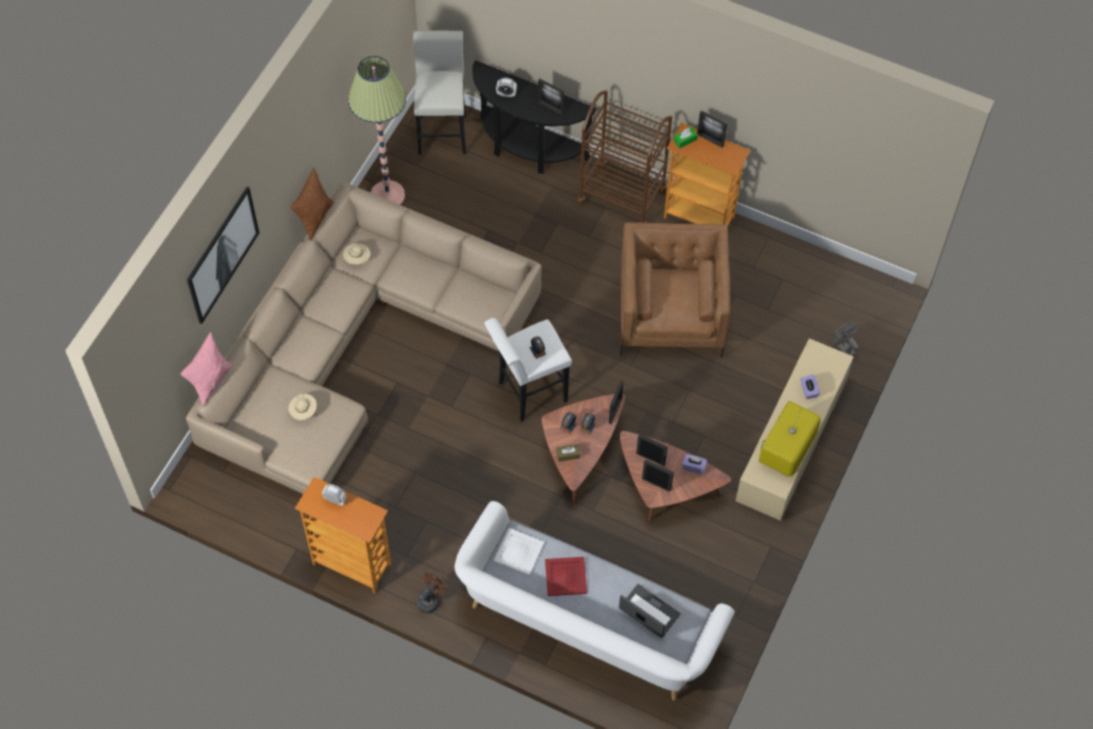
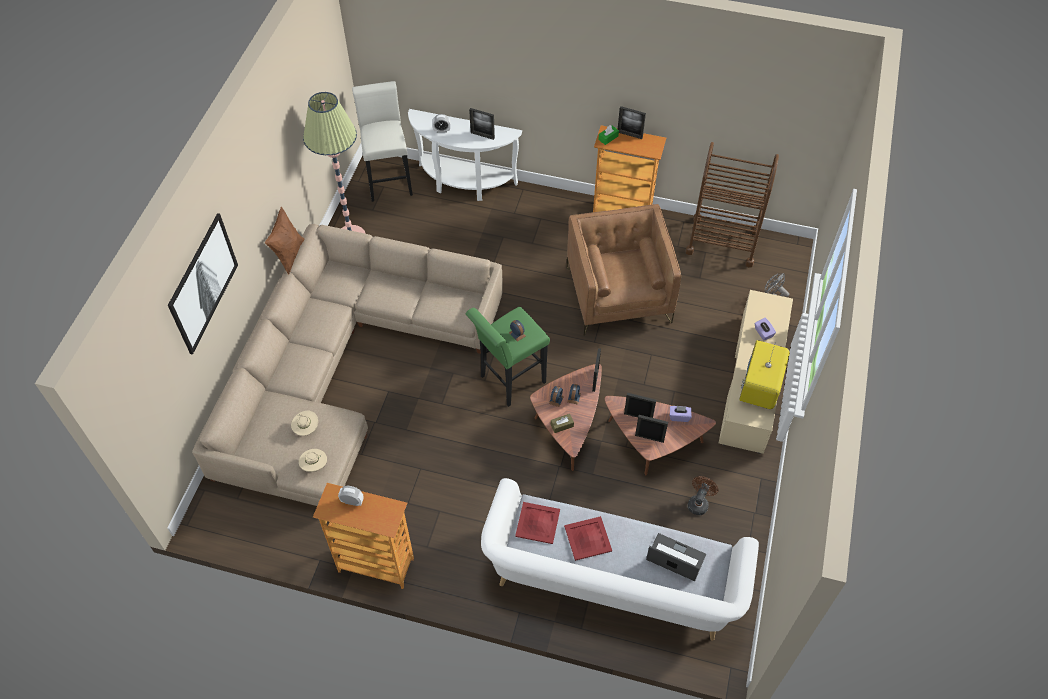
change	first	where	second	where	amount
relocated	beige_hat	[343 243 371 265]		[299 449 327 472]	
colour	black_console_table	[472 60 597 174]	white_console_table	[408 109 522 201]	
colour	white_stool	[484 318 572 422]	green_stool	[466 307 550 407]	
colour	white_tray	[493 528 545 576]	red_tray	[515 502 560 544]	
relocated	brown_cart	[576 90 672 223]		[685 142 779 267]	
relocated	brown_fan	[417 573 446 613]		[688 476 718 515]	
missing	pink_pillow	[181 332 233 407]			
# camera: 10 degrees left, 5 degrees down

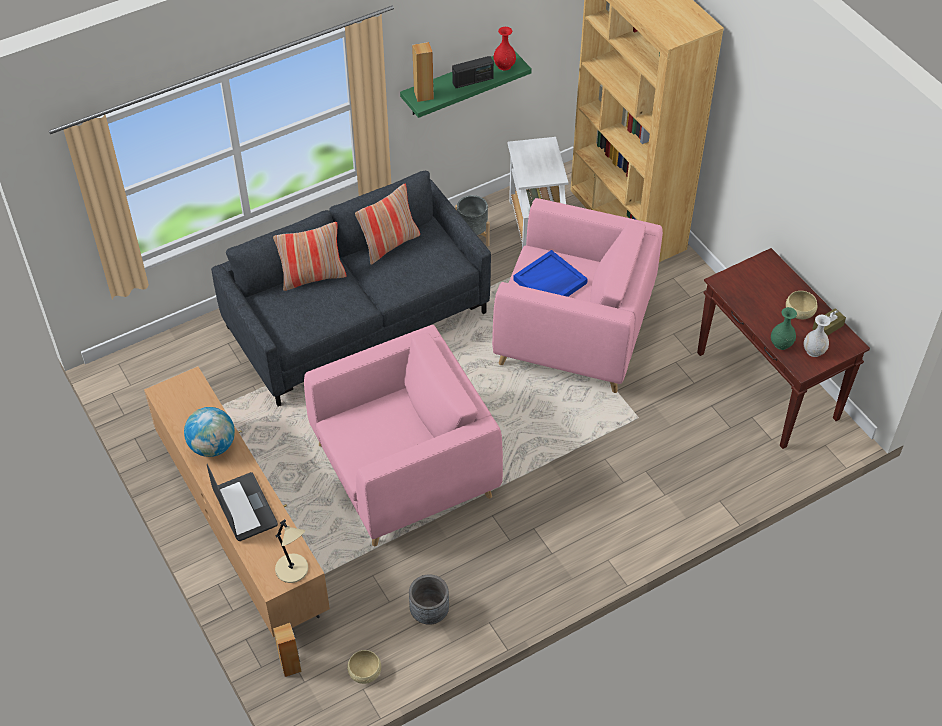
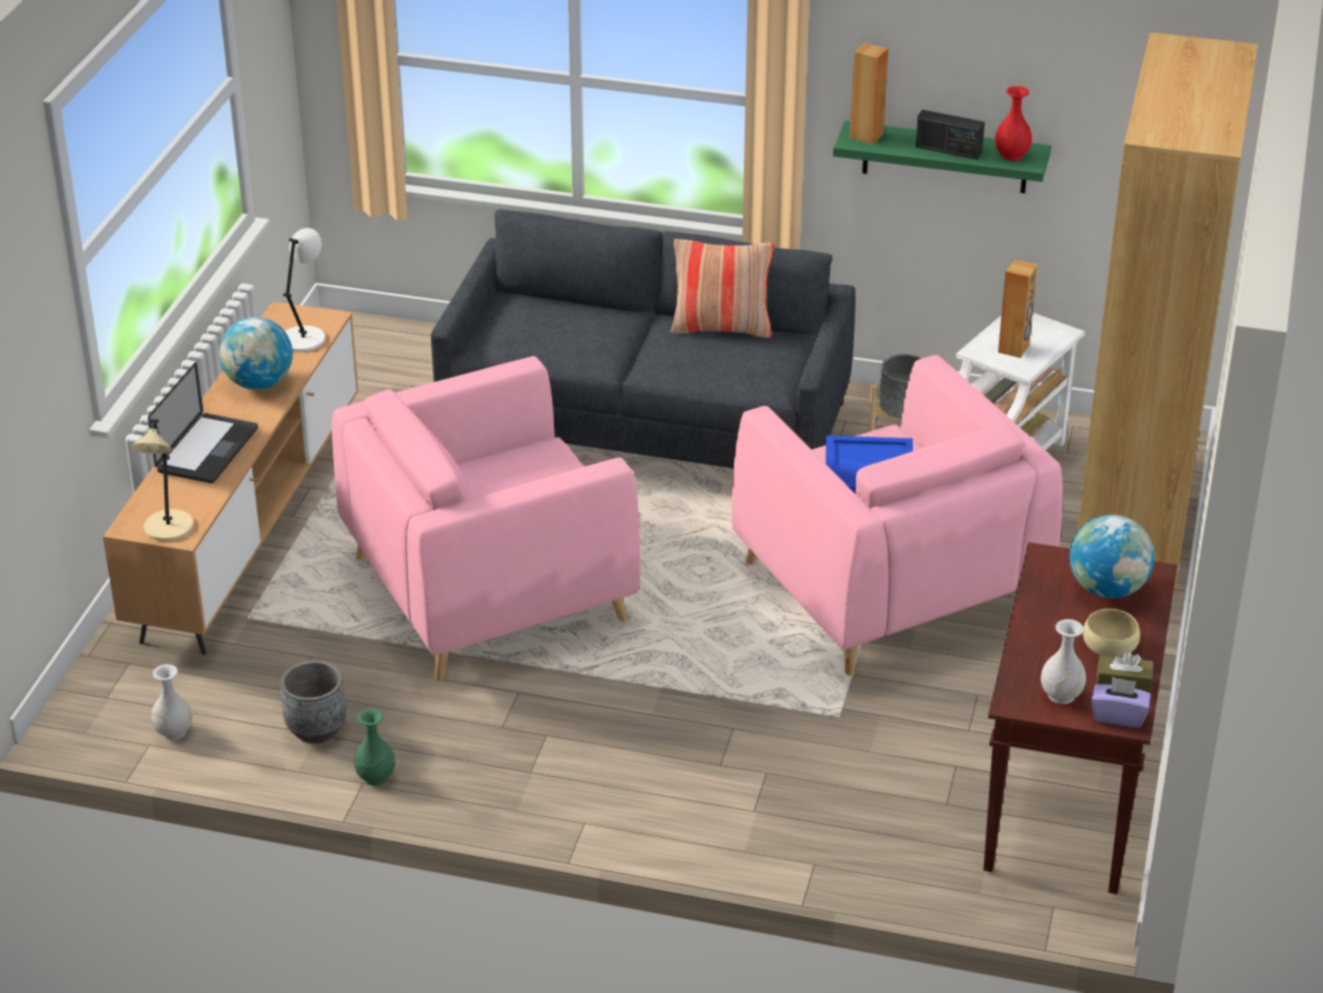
change	first	where	second	where	amount
exchanged	beige_bowl	[347 650 381 684]	white_vase	[151 664 192 740]	
appeared			white_table_lamp	[283 228 325 352]	
spun	pink_armchair	[304 325 503 546]		[332 356 640 681]	135 degrees clockwise
relocated	green_vase	[771 307 797 350]		[354 709 395 786]	
relocated	brown_speaker	[273 623 302 677]		[998 260 1038 358]	
appeared			globe	[1070 515 1155 598]	
appeared			purple_tissue_box	[1091 677 1151 728]	
missing	pillow	[273 222 346 291]			
# camera: 45 degrees right, 15 degrees down

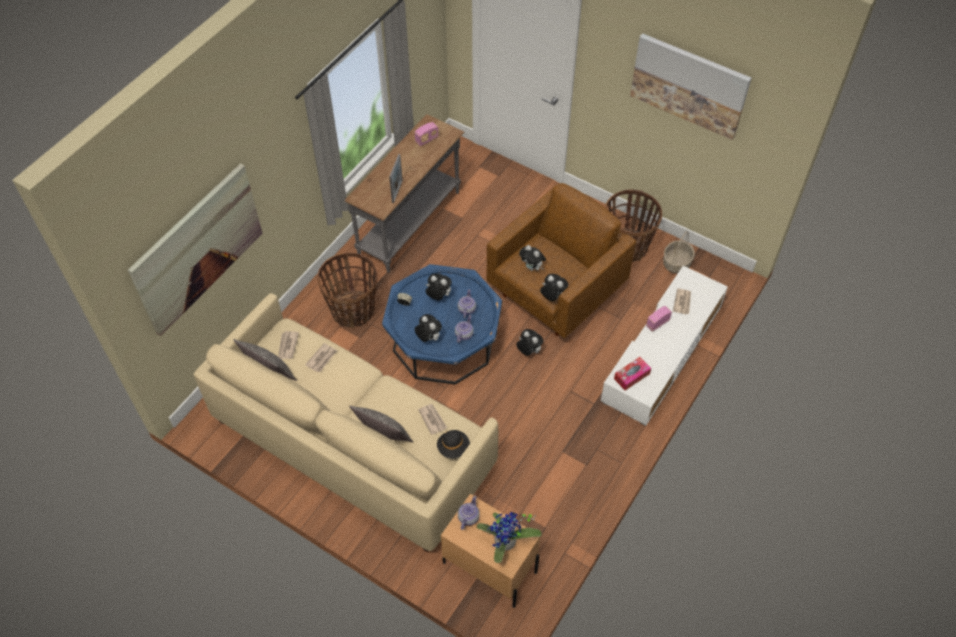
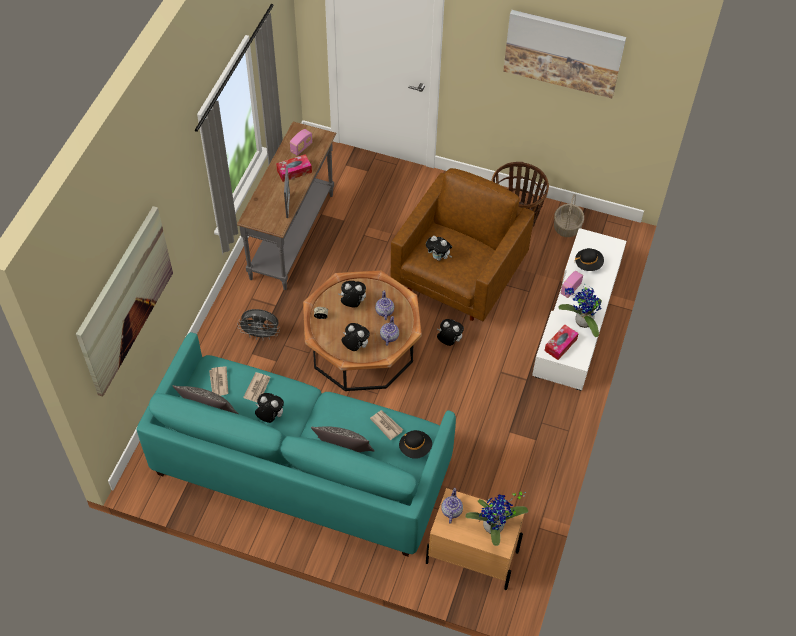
change	first	where	second	where	amount
colour	beige_sofa	[193 293 498 552]	turquoise_sofa	[137 332 456 557]	
exchanged	basket	[317 253 377 328]	grey_fan	[237 309 280 340]	
relocated	plush_toy	[540 274 568 301]		[255 393 284 423]	
appeared			tissue_box	[276 154 312 182]	
colour	blue_coffee_table	[382 264 502 385]	brown_coffee_table	[303 270 422 391]	
appeared			potted_plant	[558 284 602 337]	
exchanged	newspaper	[673 288 691 315]	black_hat	[574 248 604 271]	
# camera: 15 degrees left, 0 degrees up

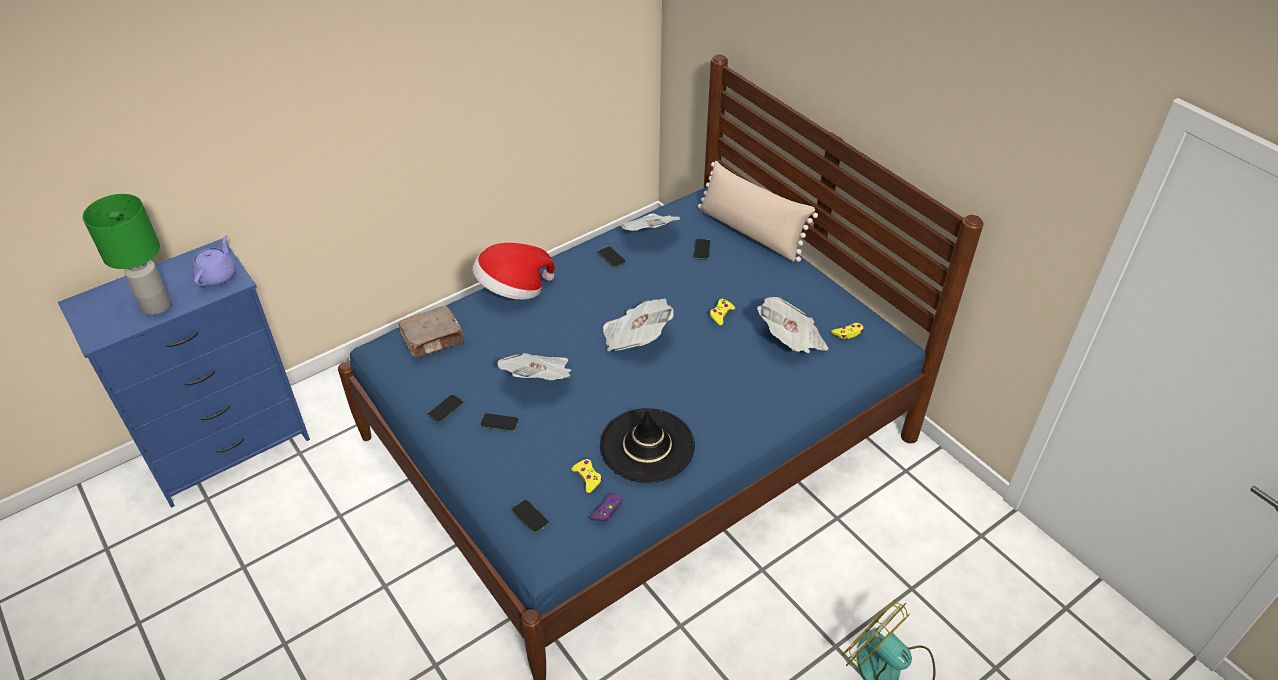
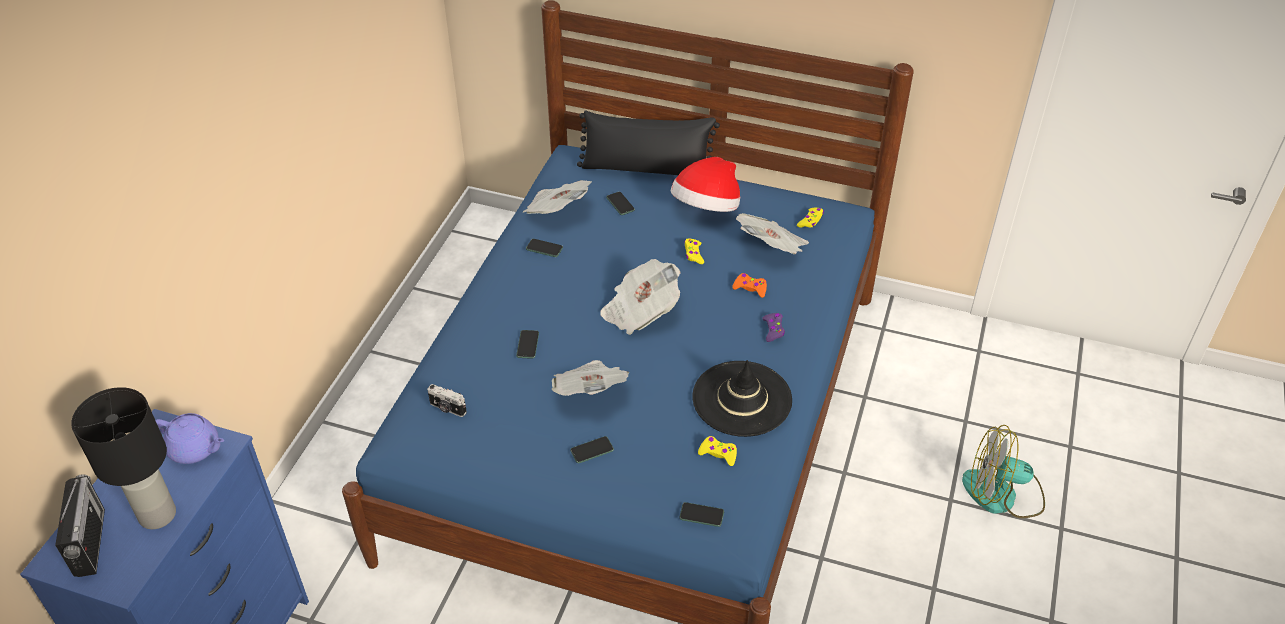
change	first	where	second	where	amount
appeared			radio	[55 474 105 577]	
colour	green_table_lamp	[83 194 171 315]	black_table_lamp	[71 387 176 529]	
spun	purple_teapot	[192 235 236 287]		[155 413 224 464]	135 degrees clockwise
exchanged	brown_book	[398 306 464 358]	photo_camera	[427 384 467 417]	
relocated	phone	[427 394 464 423]		[516 330 539 359]	
colour	beige_pillow	[698 161 818 262]	black_pillow	[577 111 720 175]	
relocated	hat	[472 243 555 300]		[671 157 740 212]	
appeared			orange_game_controller	[732 273 767 298]	
relocated	purple_game_controller	[589 493 622 522]		[762 313 785 342]	
# camera: 35 degrees left, 0 degrees up

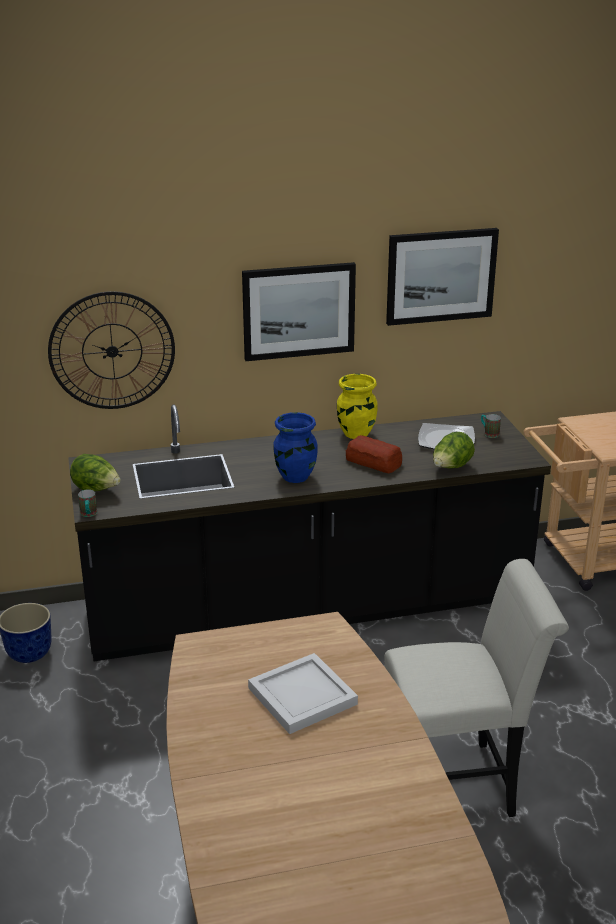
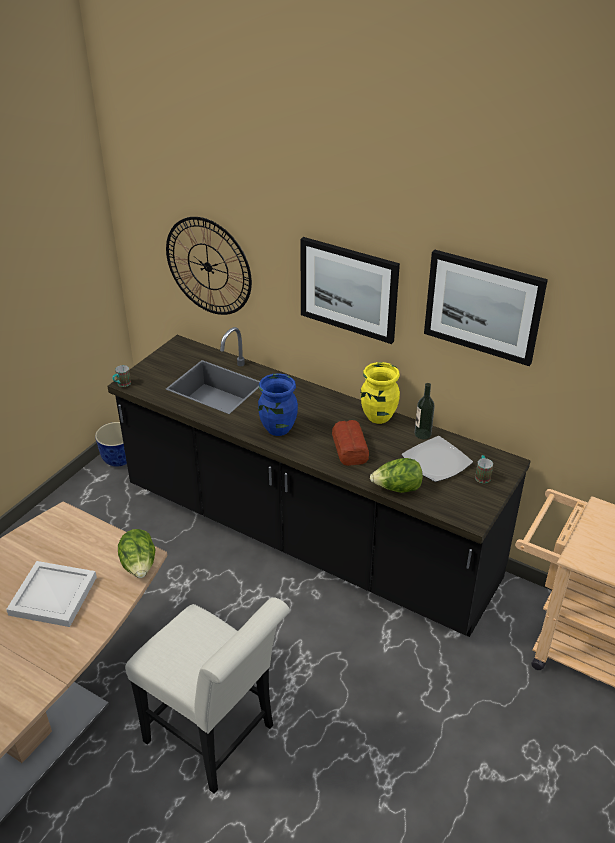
change	first	where	second	where	amount
relocated	lettuce	[70 454 121 491]		[118 529 156 578]	
appeared			bottle	[415 383 435 439]	
# camera: 45 degrees right, 10 degrees up

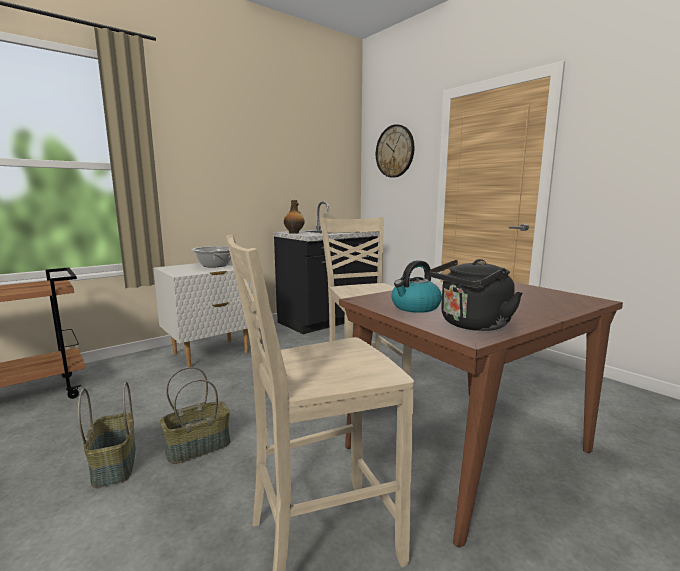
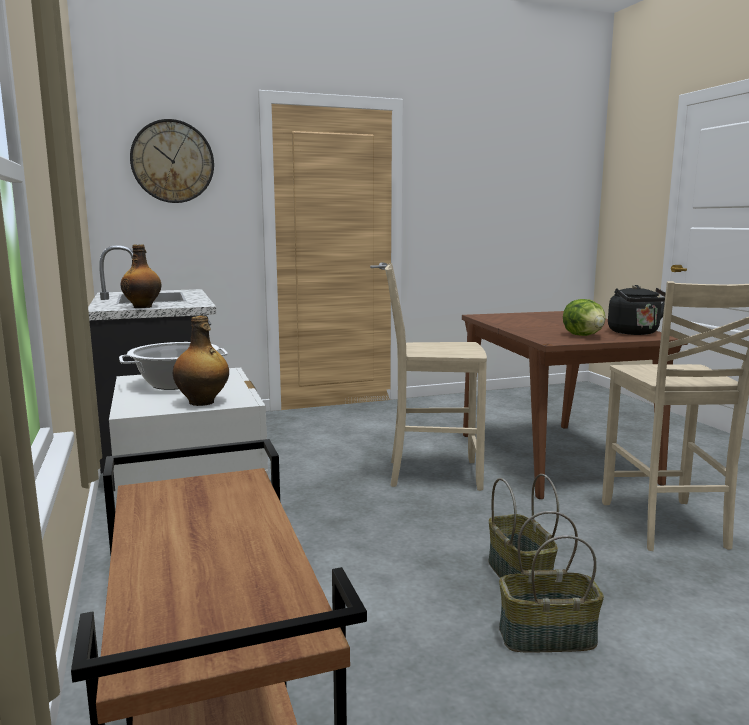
change	first	where	second	where	amount
appeared			bottle	[173 316 229 406]	
exchanged	kettle	[391 260 442 313]	lettuce	[563 299 605 336]	
# camera: 70 degrees left, 0 degrees up

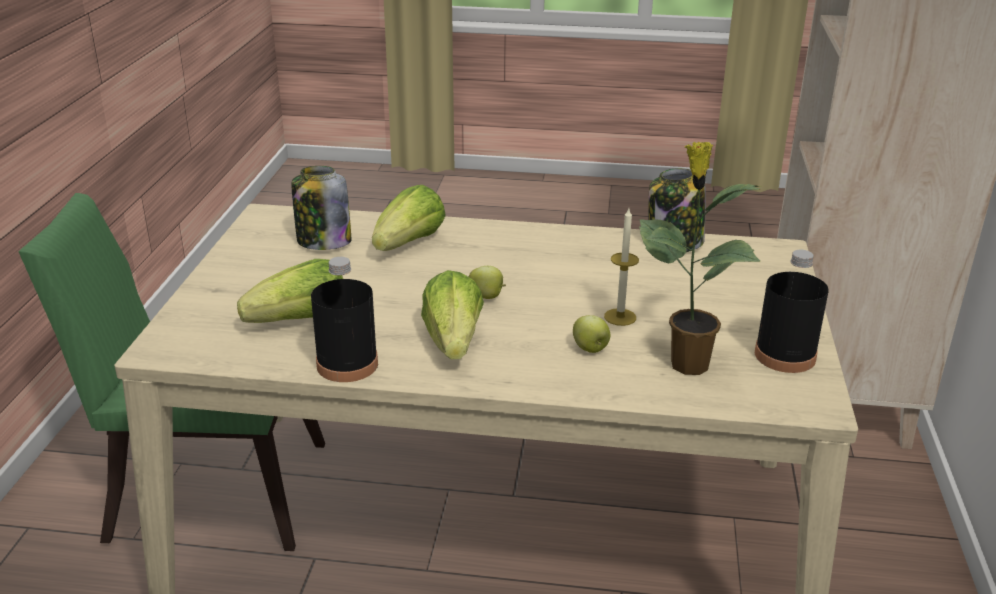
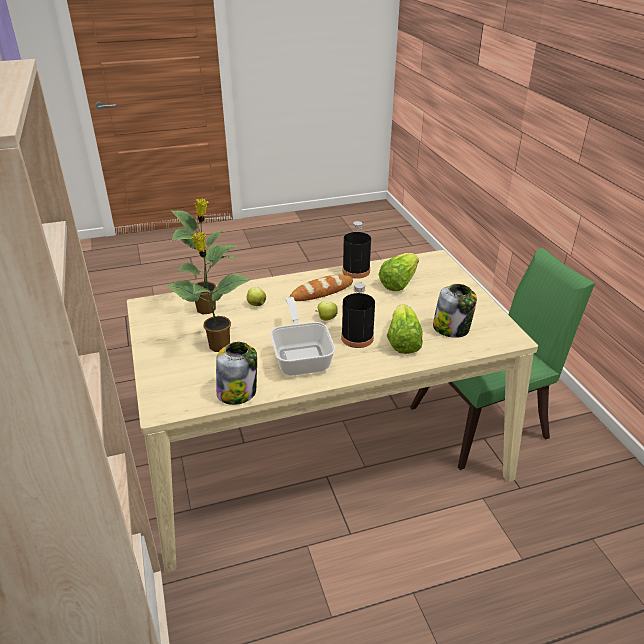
change	first	where	second	where	amount
appeared			potted_plant	[166 232 251 352]	
appeared			frying_pan	[270 297 335 376]	
exchanged	lettuce	[421 270 484 359]	bread	[290 275 353 301]	
relocated	black_bottle	[755 250 829 373]		[341 282 375 348]	
missing	candle	[604 209 639 326]			
# camera: 155 degrees right, 5 degrees up

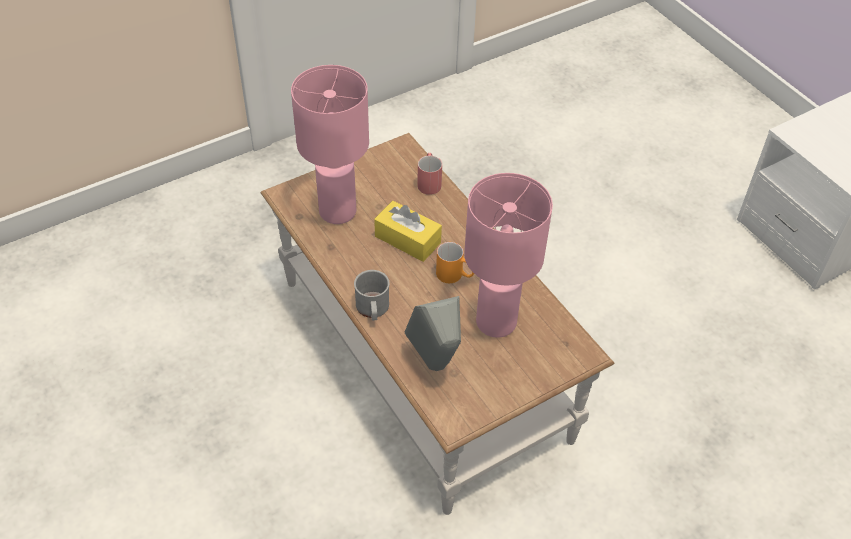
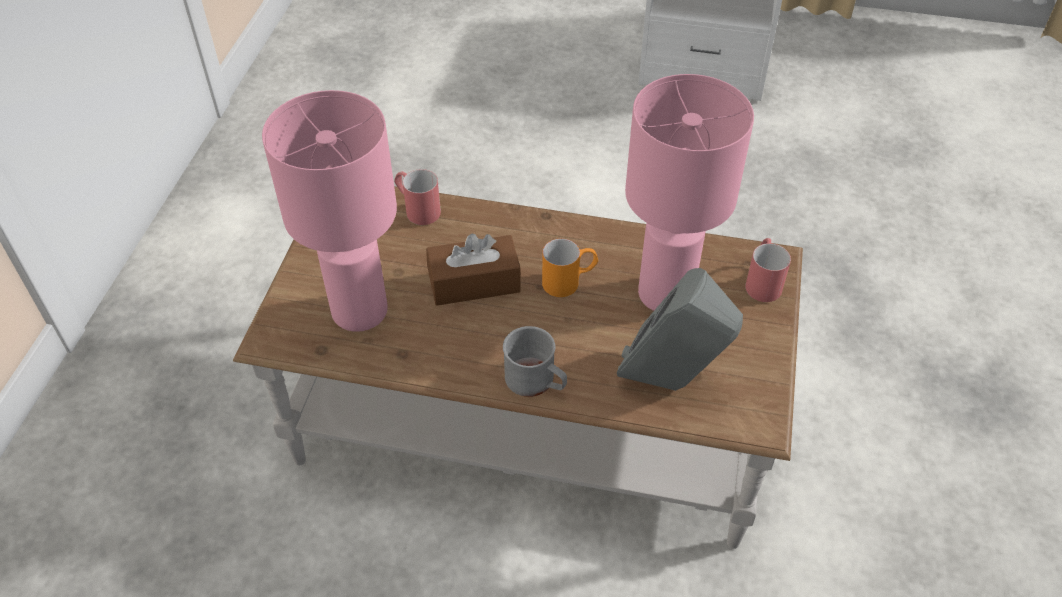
change	first	where	second	where	amount
colour	yellow_tissue_box	[374 201 442 262]	brown_tissue_box	[426 234 521 306]	
appeared			red_mug	[745 238 791 302]	
# camera: 45 degrees left, 0 degrees up

